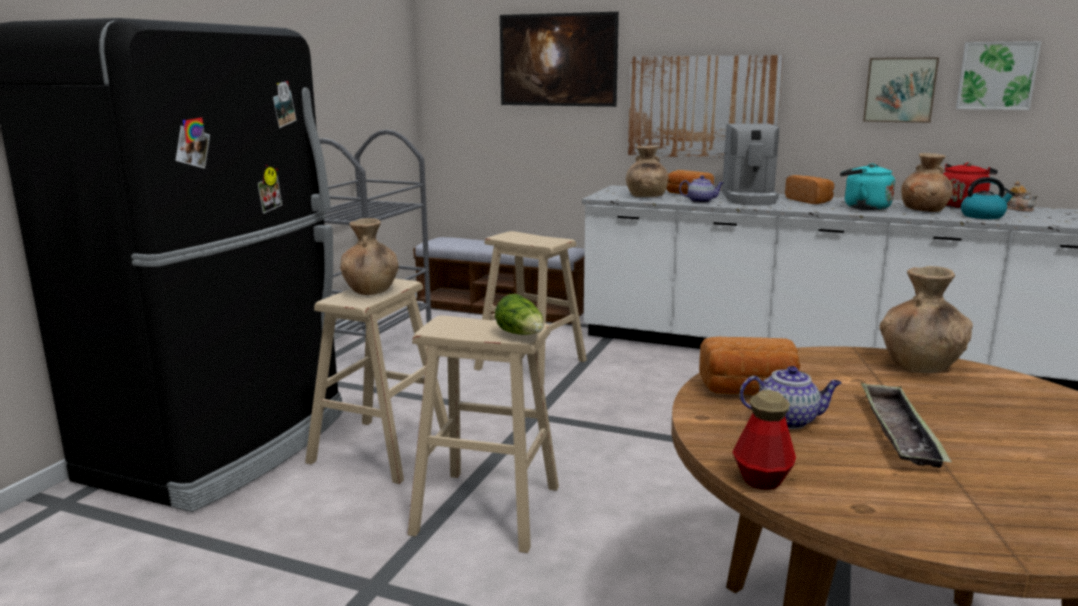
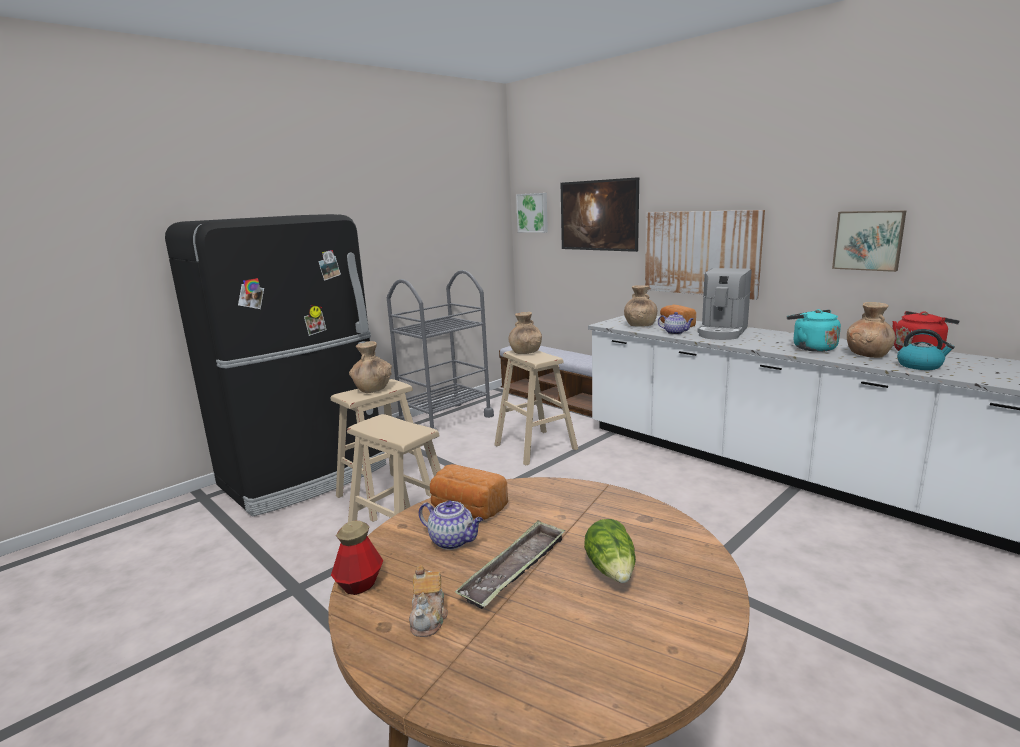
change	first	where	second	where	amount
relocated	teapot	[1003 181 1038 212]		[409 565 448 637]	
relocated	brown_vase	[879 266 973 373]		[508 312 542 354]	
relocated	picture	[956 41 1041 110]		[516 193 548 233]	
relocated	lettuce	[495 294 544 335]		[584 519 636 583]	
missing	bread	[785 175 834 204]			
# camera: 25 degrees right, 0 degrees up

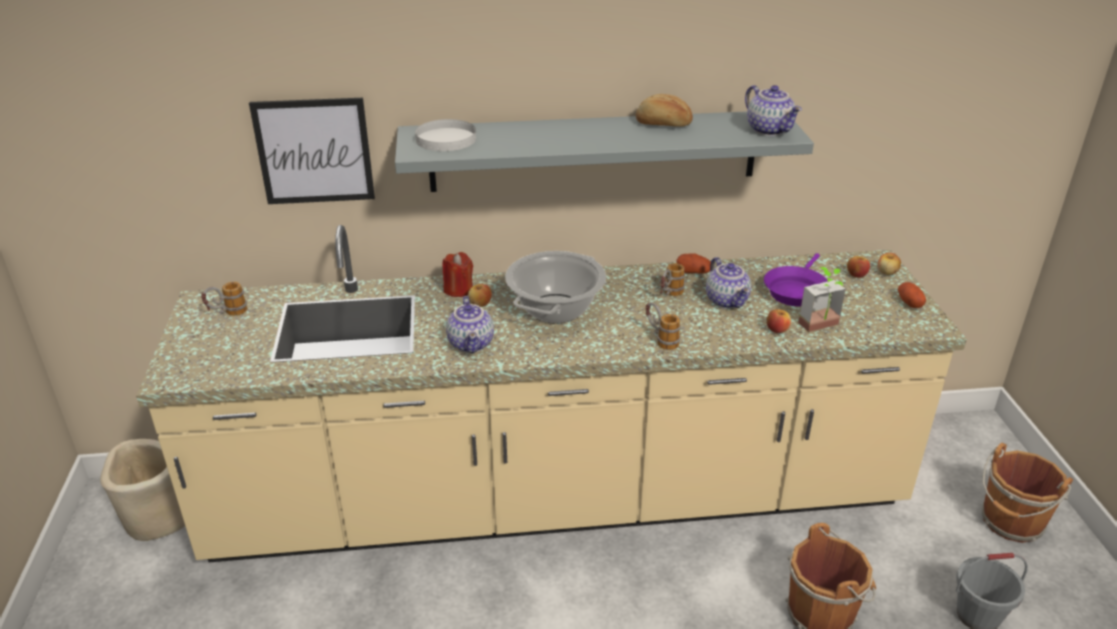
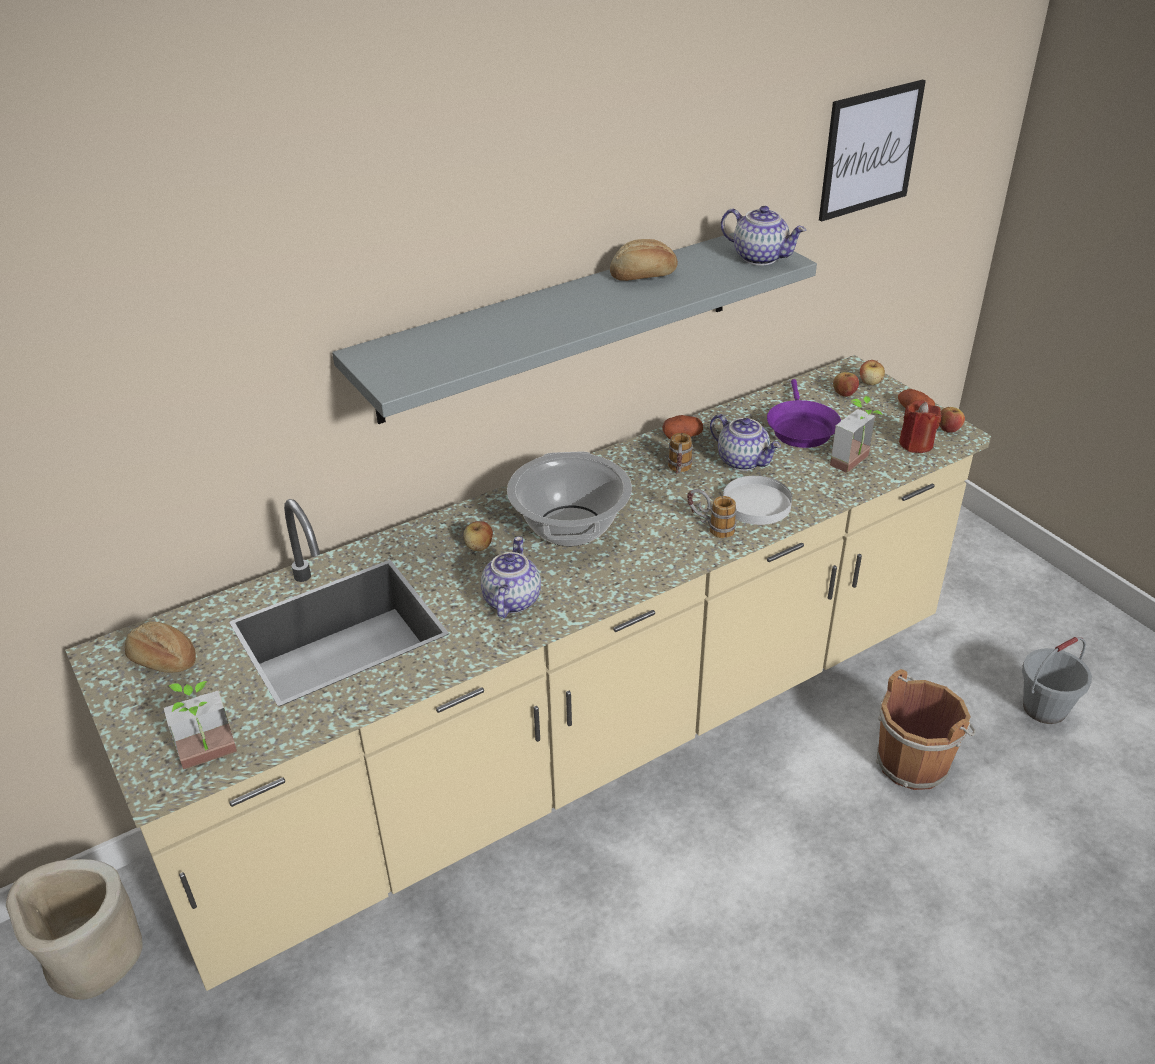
change	first	where	second	where	amount
exchanged	mug	[201 282 247 316]	bread	[125 622 196 673]	
appeared			potted_plant	[164 681 237 770]	
spun	teapot	[446 296 494 353]		[481 536 541 618]	135 degrees counterclockwise
relocated	white_plate	[415 119 476 151]		[723 476 792 525]	
relocated	picture	[249 98 375 204]		[819 80 926 222]	
relocated	red_candle	[443 252 473 297]		[899 400 941 453]	
relocated	apple	[766 308 791 333]		[939 407 965 433]	
missing	brown_bucket	[982 443 1073 543]			
# camera: 25 degrees left, 5 degrees up

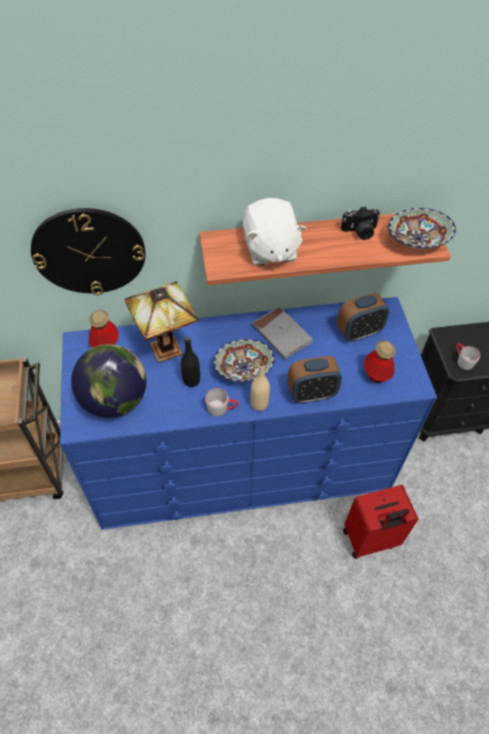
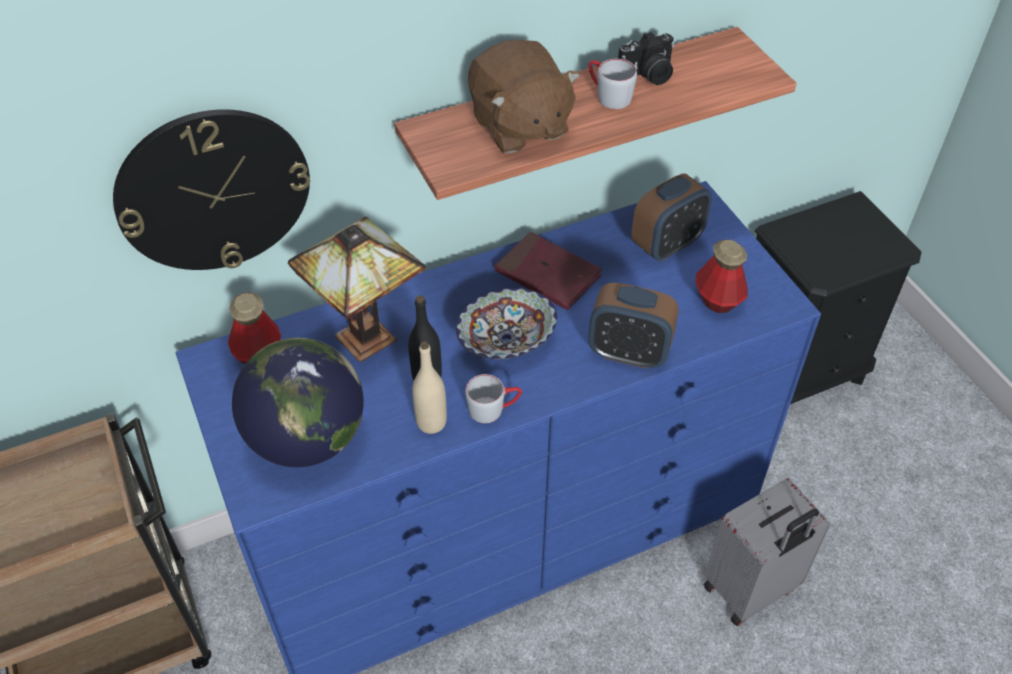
change	first	where	second	where	amount
relocated	beige_bottle	[251 362 270 411]		[412 341 447 434]	
colour	white_plush_toy	[243 198 307 266]	brown_plush_toy	[468 39 580 153]	
colour	grey_book	[252 307 313 359]	red_book	[495 232 602 310]	
relocated	grey_mug	[456 343 480 370]		[588 59 637 109]	
spun	alarm_clock	[287 356 342 403]		[588 282 679 369]	45 degrees clockwise
colour	red_suitcase	[343 485 418 559]	grey_suitcase	[704 478 831 626]	
missing	bowl	[388 208 456 249]			
# camera: 15 degrees left, 5 degrees down

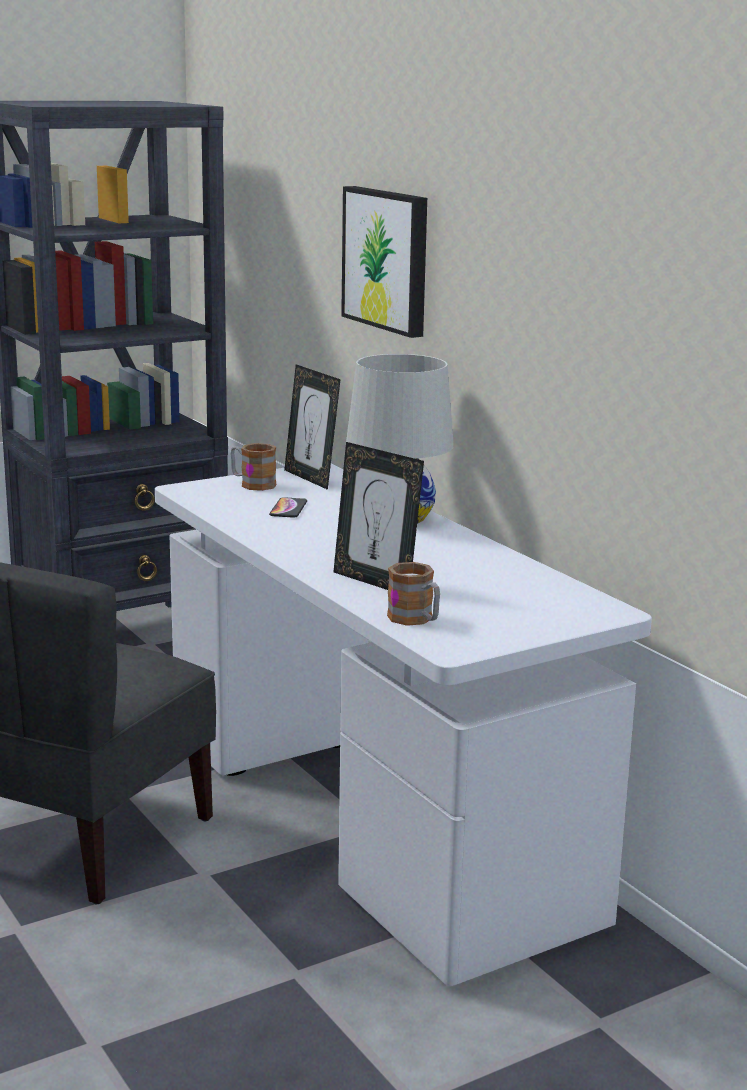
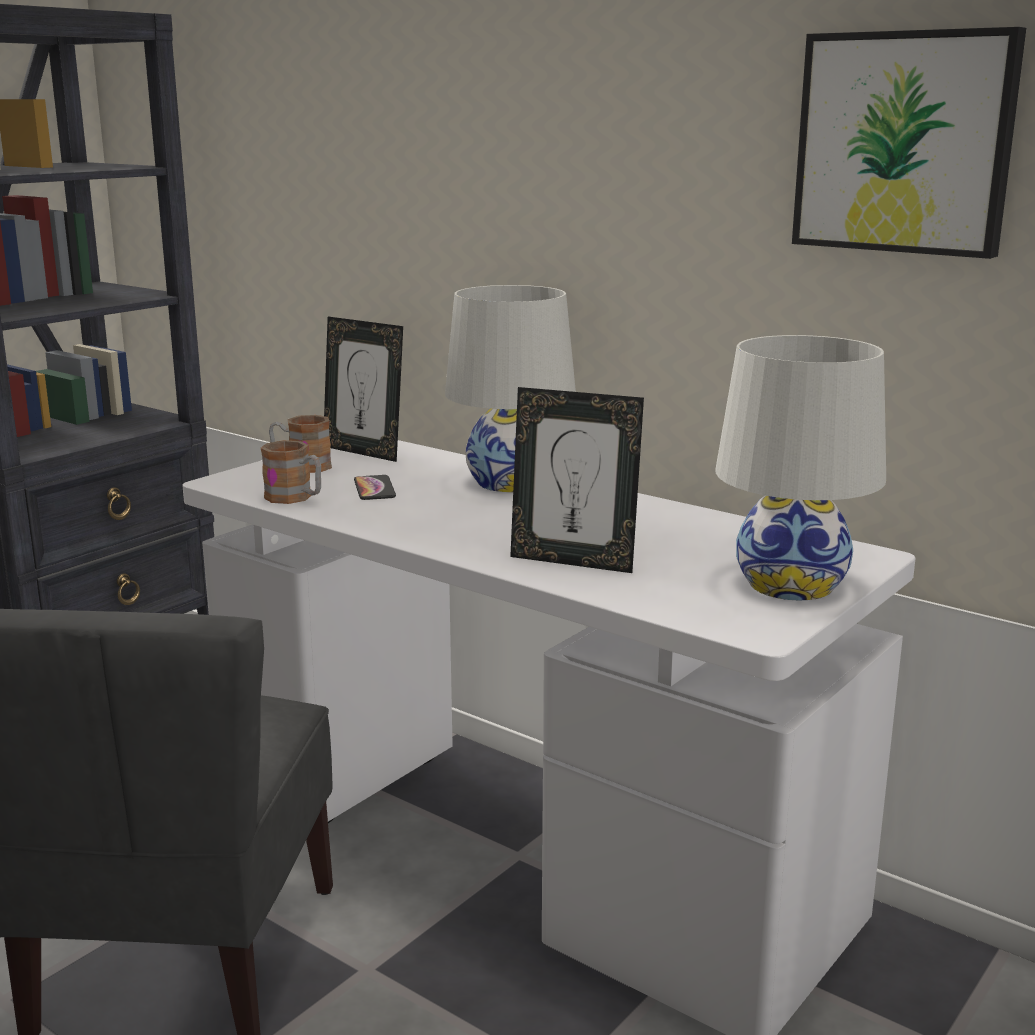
change	first	where	second	where	amount
relocated	mug	[387 562 440 626]		[261 440 321 504]	
appeared			white_table_lamp	[716 335 886 600]	
relocated	picture	[341 186 427 338]		[792 27 1026 259]	
# camera: 20 degrees left, 0 degrees up

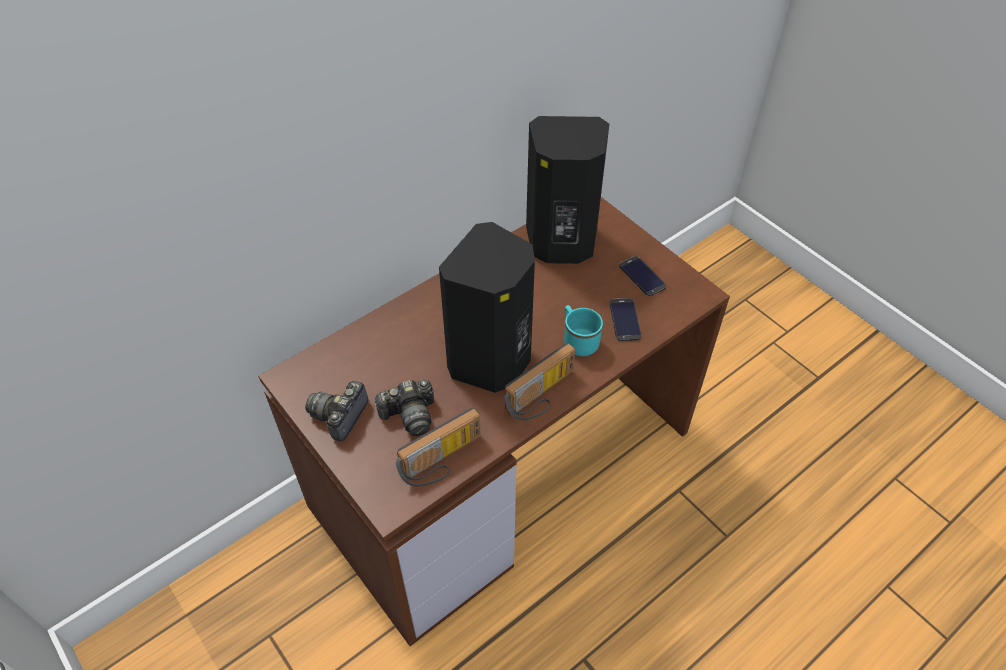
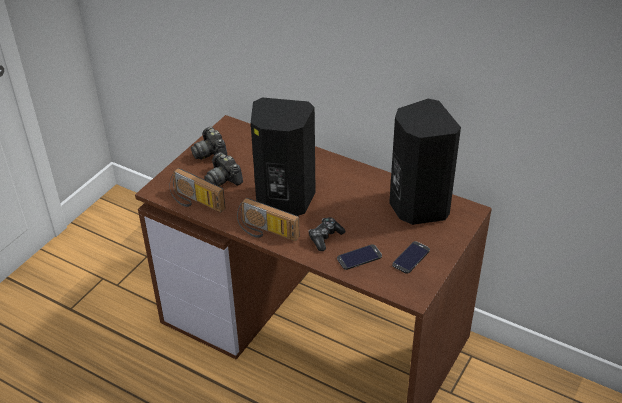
change	first	where	second	where	amount
spun	photo_camera	[305 380 368 441]		[191 127 228 160]	120 degrees counterclockwise
exchanged	turquoise_mug	[564 305 603 356]	game_controller	[308 217 346 251]	
# camera: 70 degrees right, 10 degrees down

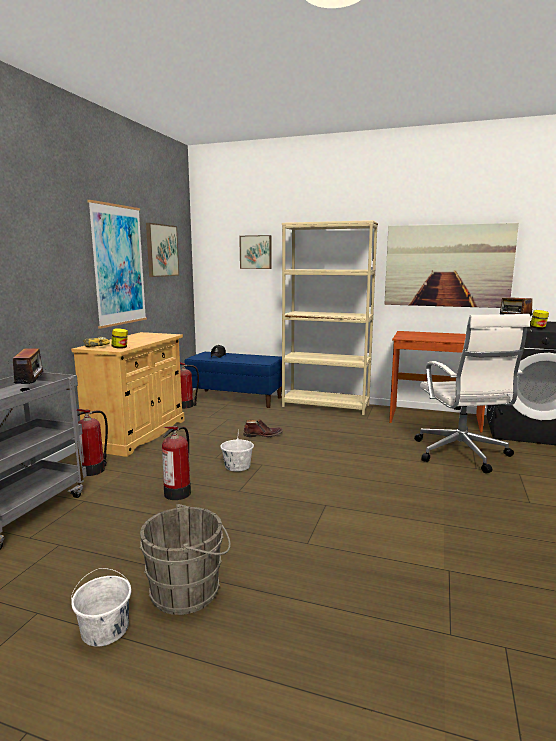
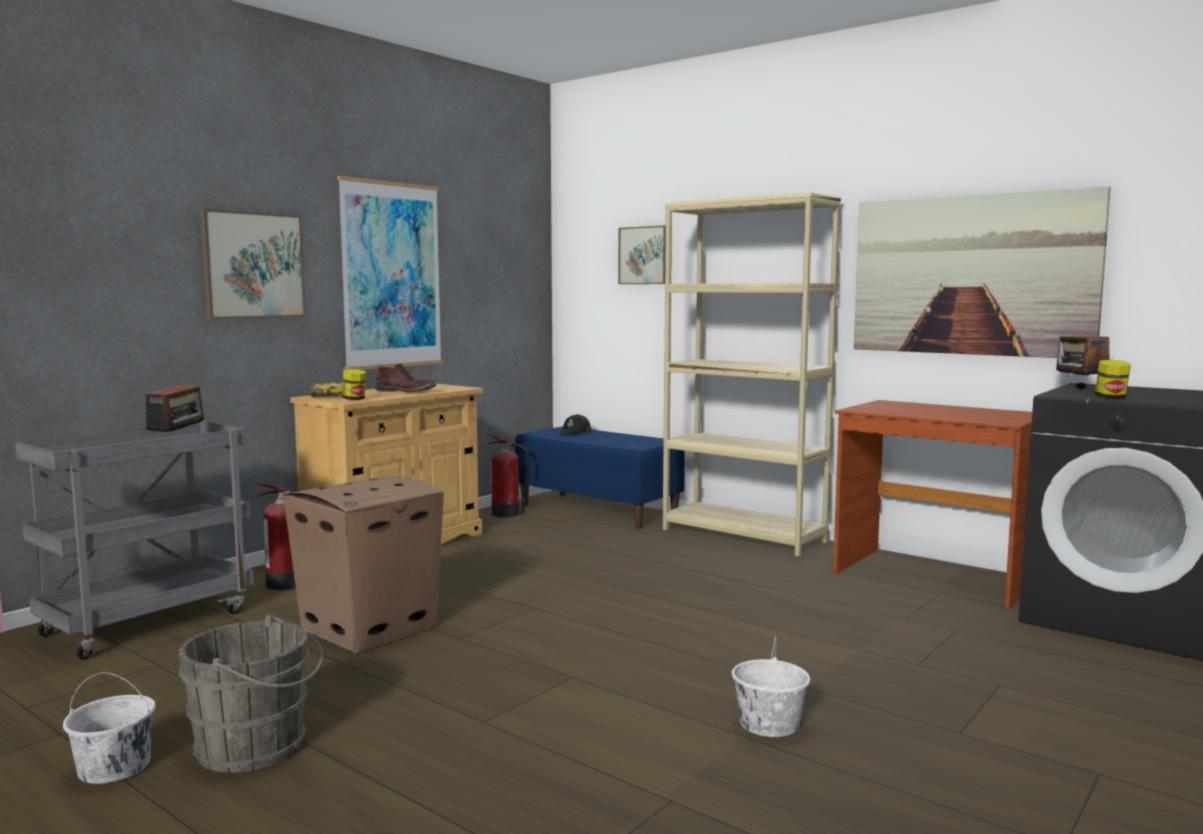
change	first	where	second	where	amount
relocated	picture	[146 223 179 277]		[200 209 306 319]	
exchanged	fire_extinguisher	[162 426 191 500]	cardboard_box	[283 476 444 654]	
relocated	brown_boot	[243 419 283 437]		[375 364 436 392]	
relocated	white_bucket	[220 428 254 471]		[732 635 810 737]	
missing	white_office_chair	[414 314 530 473]			
# camera: 20 degrees right, 5 degrees down

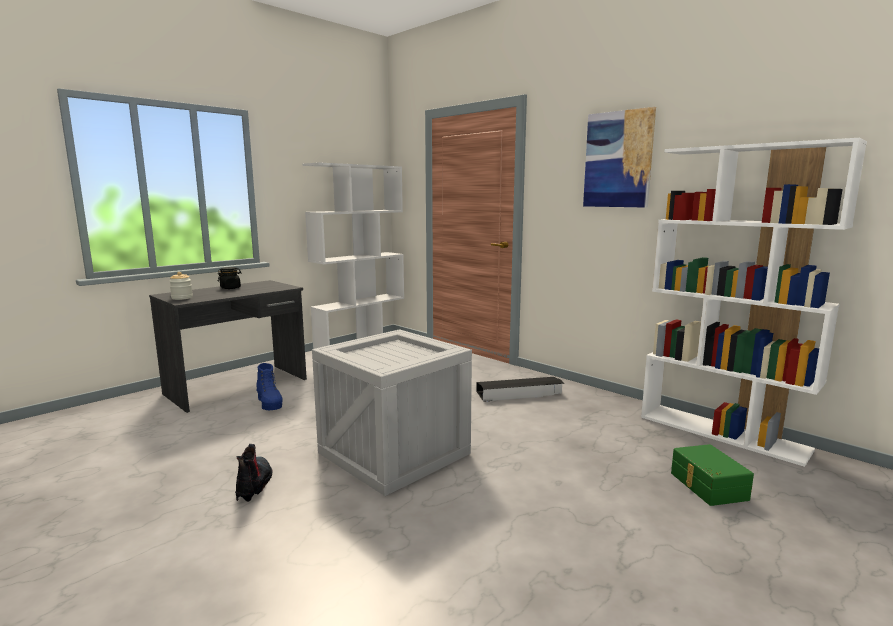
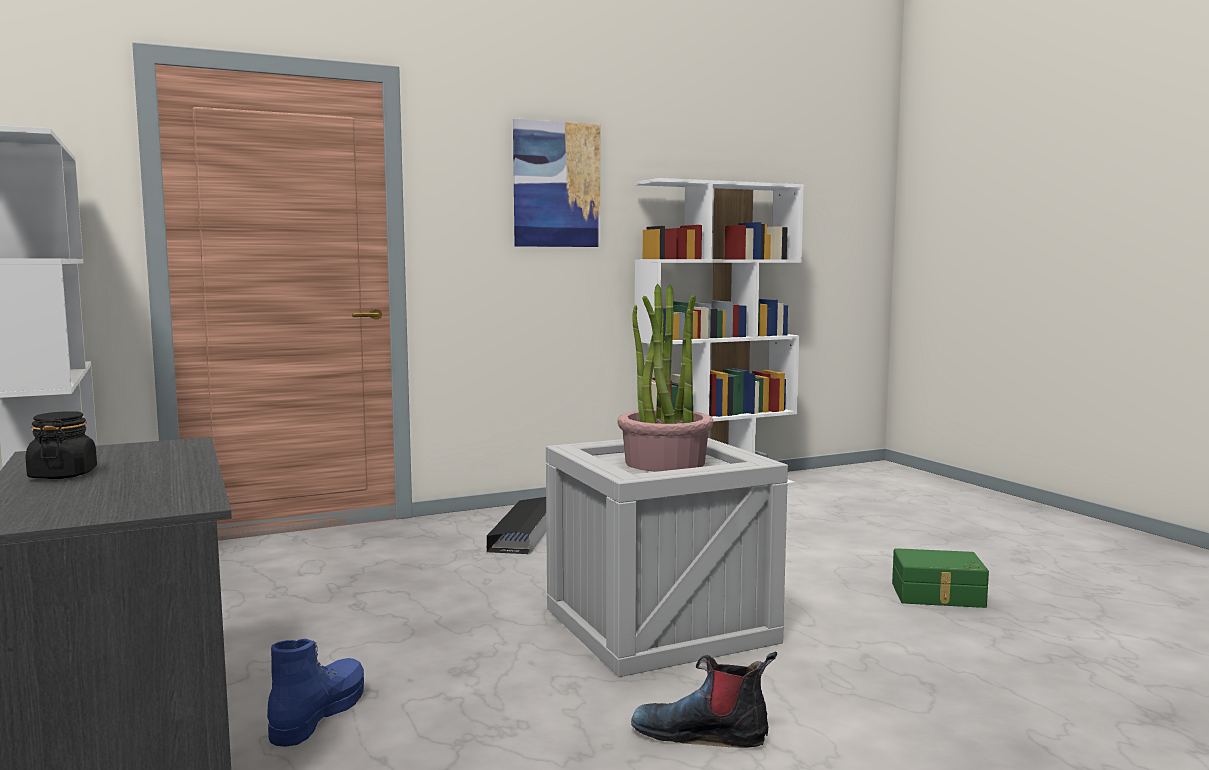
change	first	where	second	where	amount
spun	blue_boot	[256 363 283 410]		[267 639 364 747]	60 degrees counterclockwise
appeared			potted_plant	[617 284 713 472]	
relocated	green_storage_box	[671 444 754 506]		[892 548 989 608]	
missing	jar	[169 272 193 300]			
# camera: 70 degrees left, 5 degrees down

